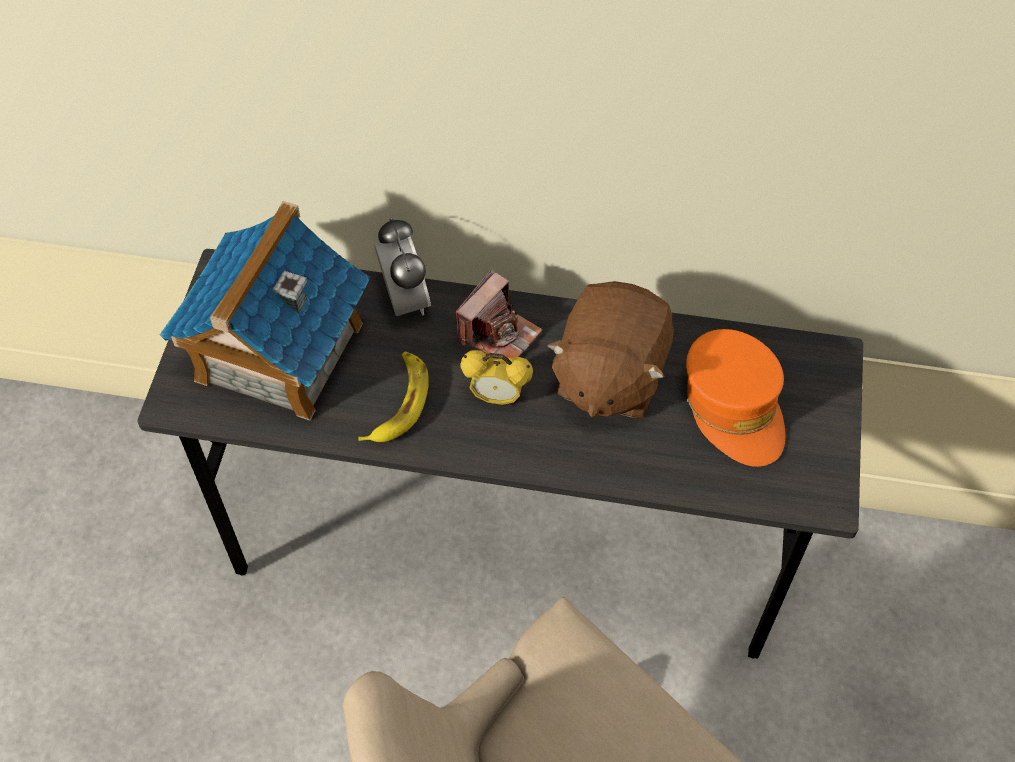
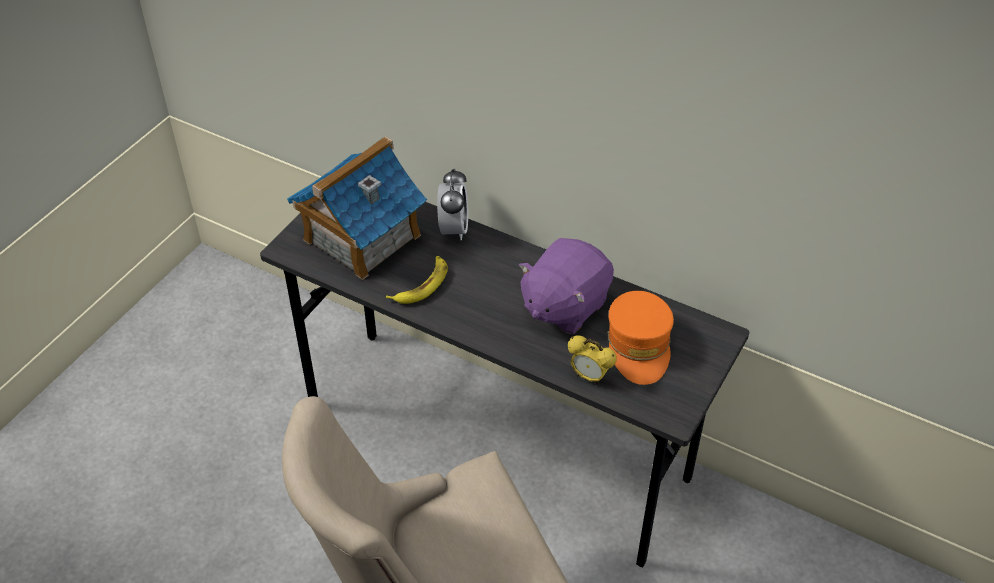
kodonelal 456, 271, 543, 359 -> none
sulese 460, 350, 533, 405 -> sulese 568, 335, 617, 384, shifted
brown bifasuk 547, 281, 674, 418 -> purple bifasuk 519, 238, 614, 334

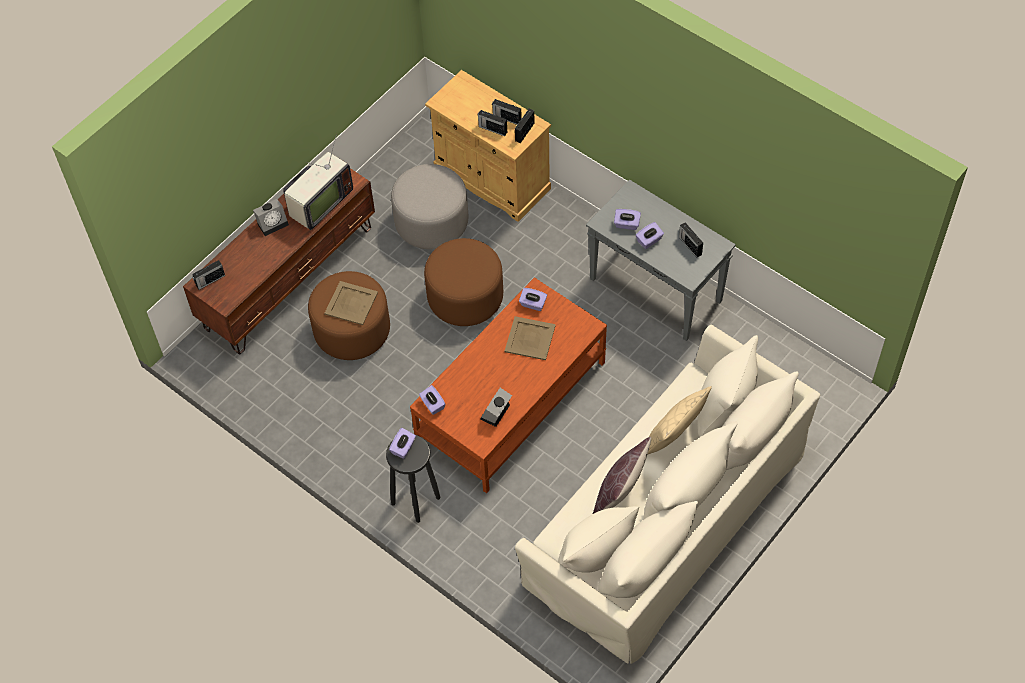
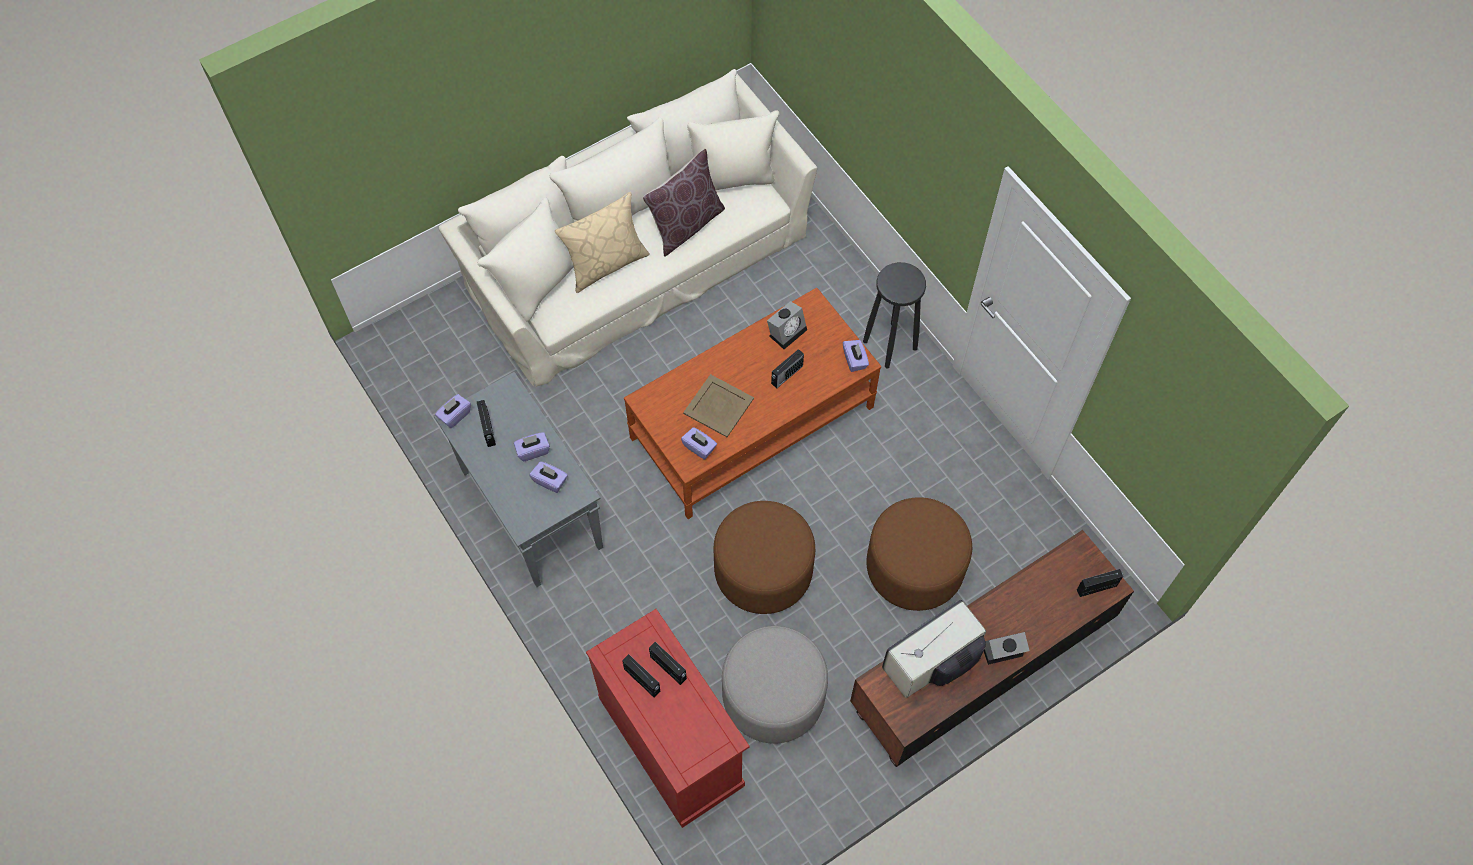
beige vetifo 324, 281, 378, 325 -> none
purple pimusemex 389, 428, 416, 459 -> purple pimusemex 435, 394, 471, 428, shifted
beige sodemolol 425, 70, 551, 222 -> red sodemolol 586, 609, 750, 828
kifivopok 515, 109, 535, 143 -> kifivopok 771, 349, 804, 389, shifted

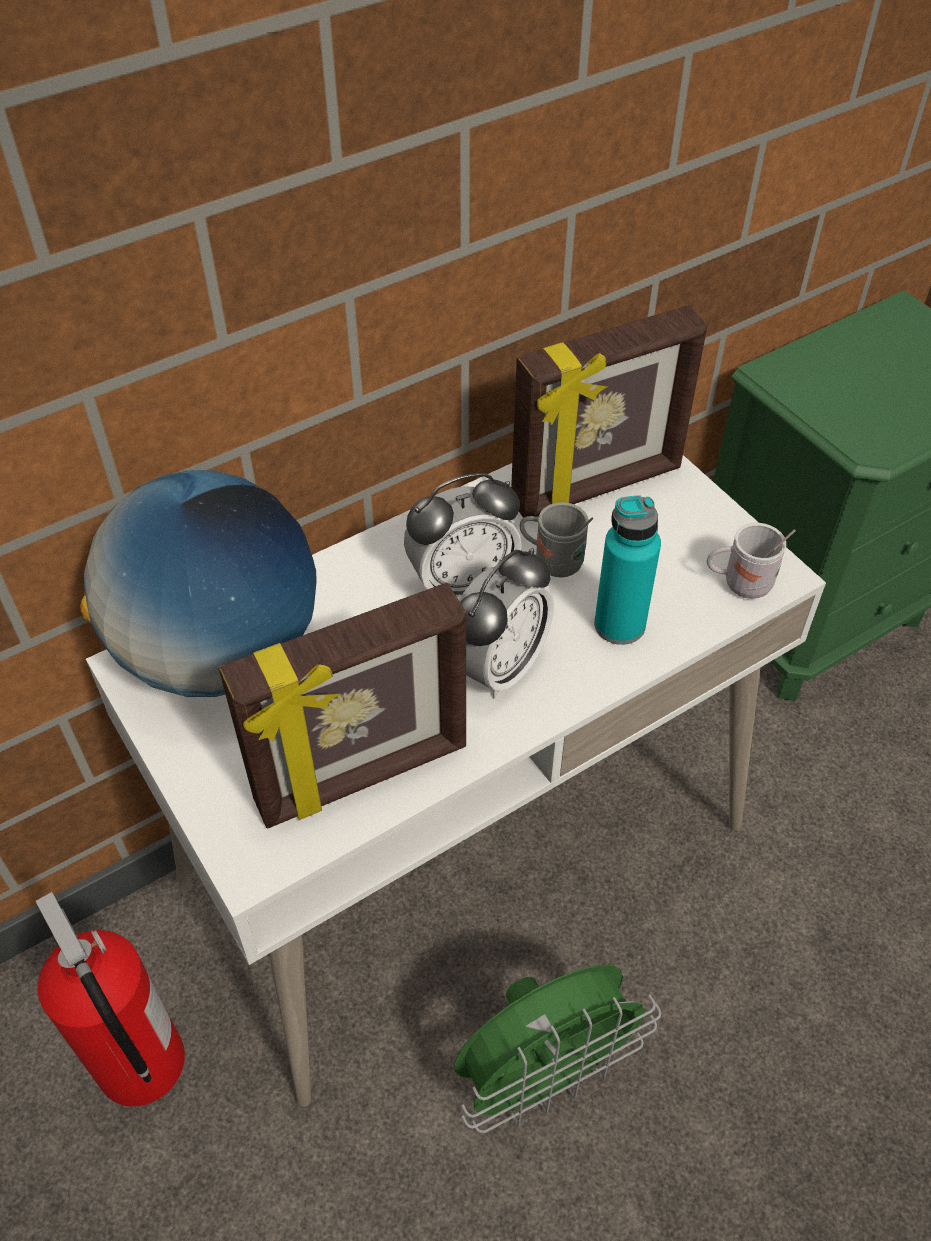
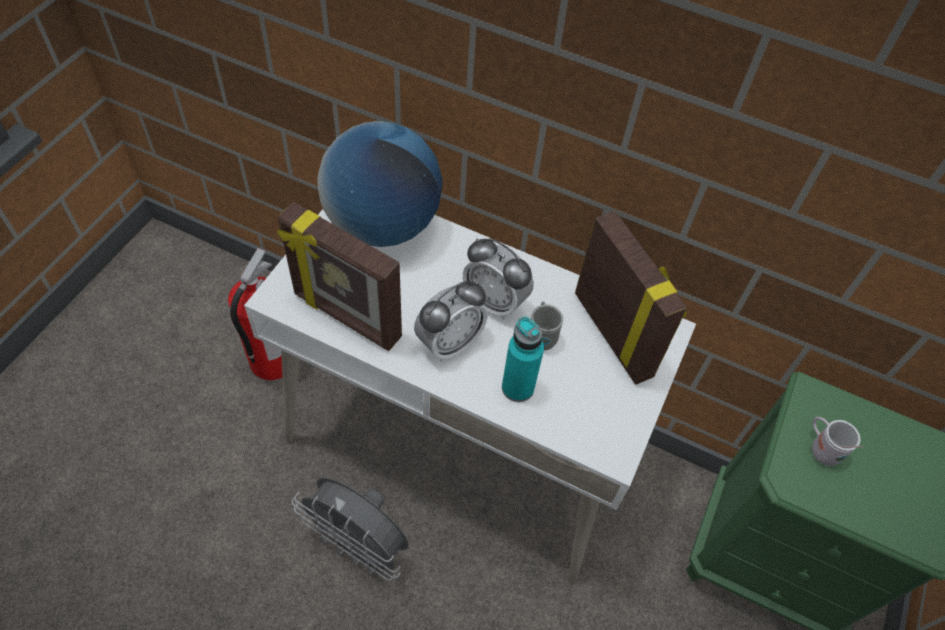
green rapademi 454, 965, 661, 1133 -> grey rapademi 291, 477, 408, 581
sulese 459, 548, 554, 699 -> sulese 414, 281, 488, 362, 45 degrees counterclockwise
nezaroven 511, 305, 708, 518 -> nezaroven 575, 211, 687, 385, 150 degrees counterclockwise
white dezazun 707, 523, 796, 599 -> white dezazun 812, 417, 863, 466, shifted

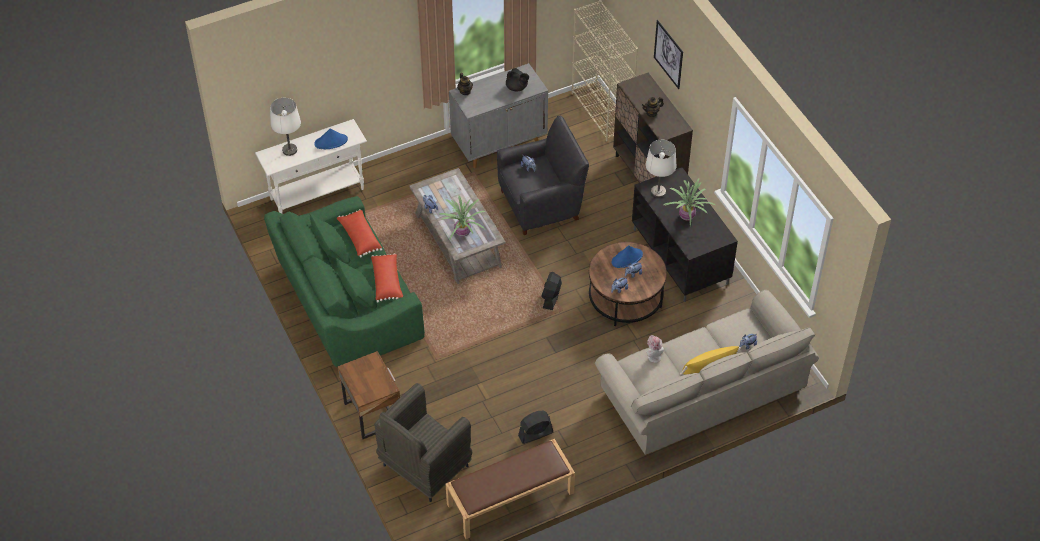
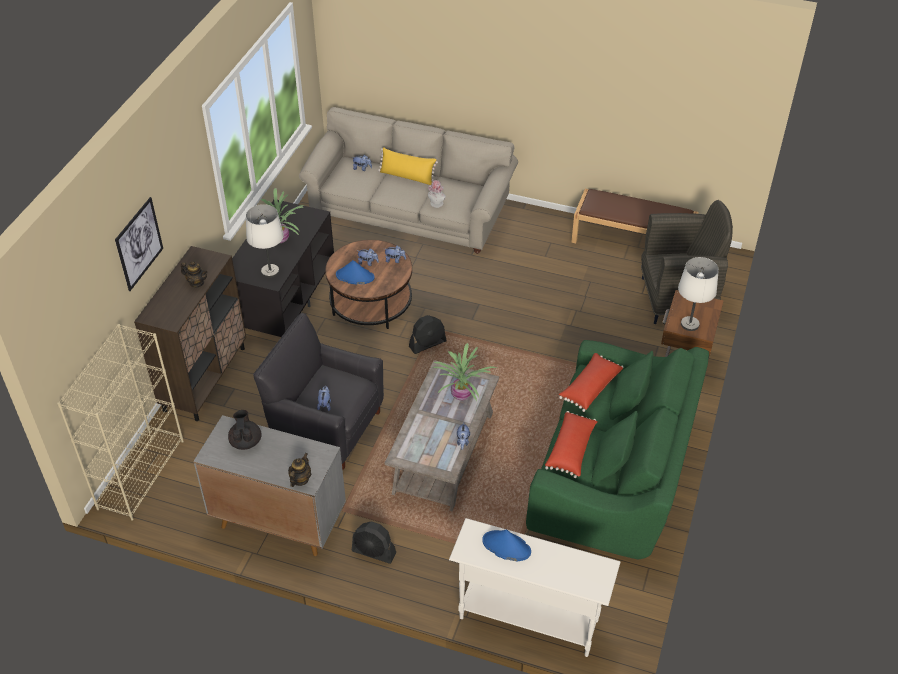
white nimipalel 270, 98, 301, 156 -> white nimipalel 678, 257, 719, 331, shifted
black rapademi 518, 410, 553, 444 -> black rapademi 351, 522, 396, 564, shifted

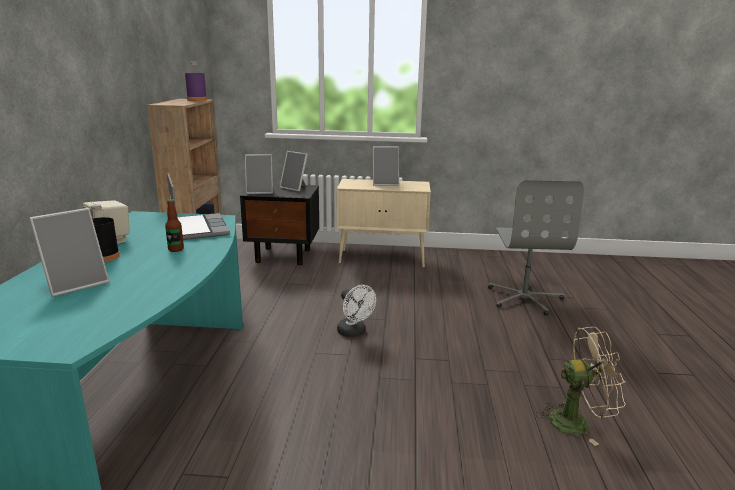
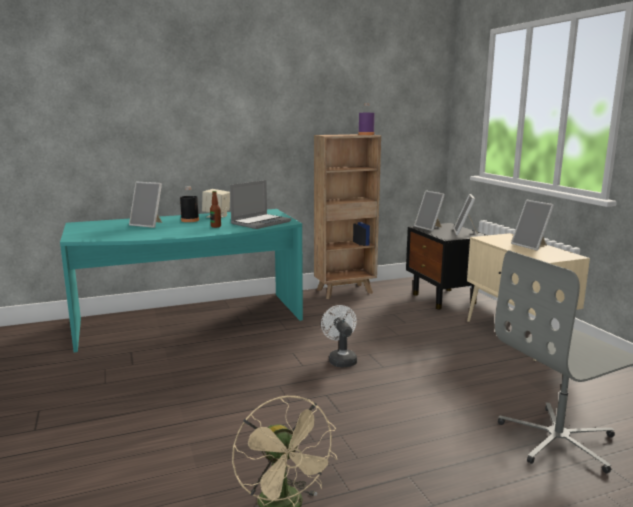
white rapademi 337, 285, 376, 337 -> white rapademi 321, 305, 357, 368, 135 degrees clockwise

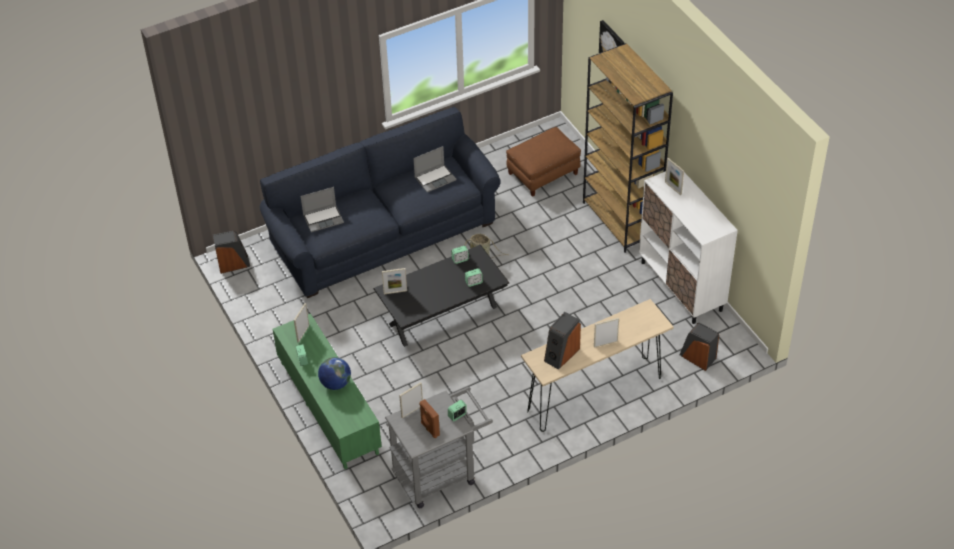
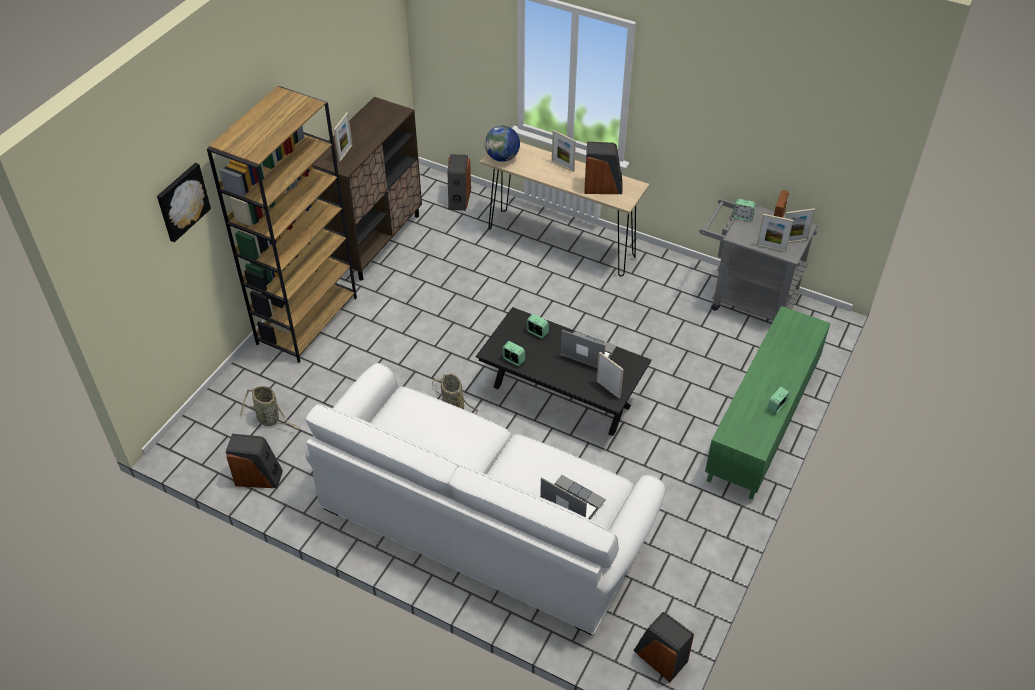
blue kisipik 260, 107, 501, 298 -> white kisipik 305, 363, 666, 635
nezaroven 294, 303, 309, 343 -> nezaroven 785, 208, 815, 243, shifted
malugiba 318, 357, 351, 390 -> malugiba 485, 126, 520, 162, shifted
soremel 413, 146, 457, 192 -> soremel 561, 330, 616, 368, shifted
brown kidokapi 506, 127, 581, 197 -> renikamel 240, 386, 300, 429
white sodemolol 639, 171, 738, 324 -> brown sodemolol 312, 97, 422, 281
none -> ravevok 226, 434, 283, 488

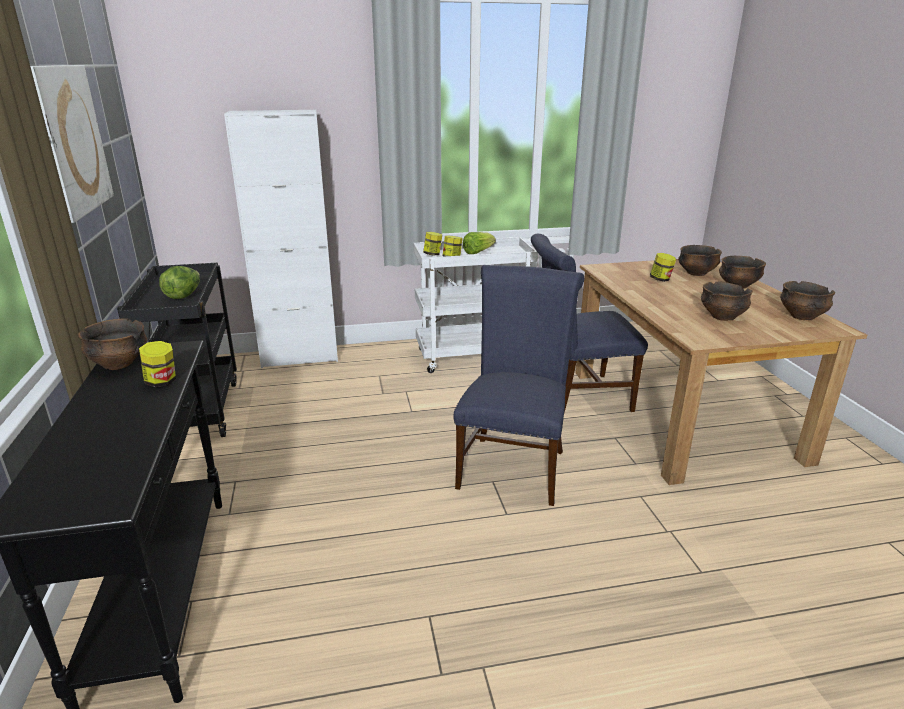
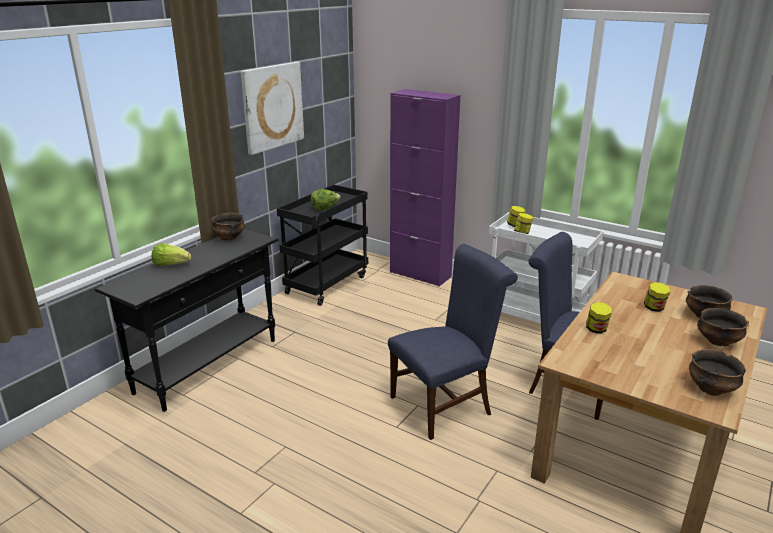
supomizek 139, 341, 176, 387 -> supomizek 586, 302, 612, 334, shifted
white sodemolol 224, 110, 338, 368 -> purple sodemolol 390, 89, 460, 287
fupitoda 463, 232, 496, 254 -> fupitoda 151, 243, 191, 266, shifted
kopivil 701, 281, 753, 321 -> none

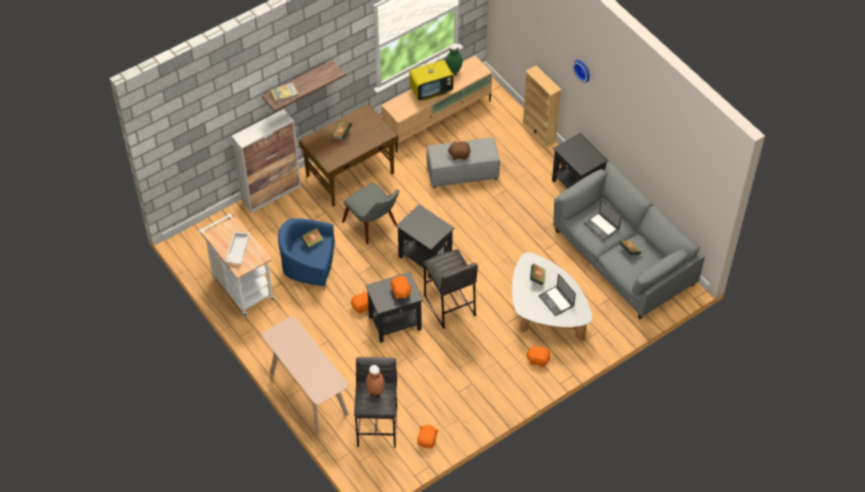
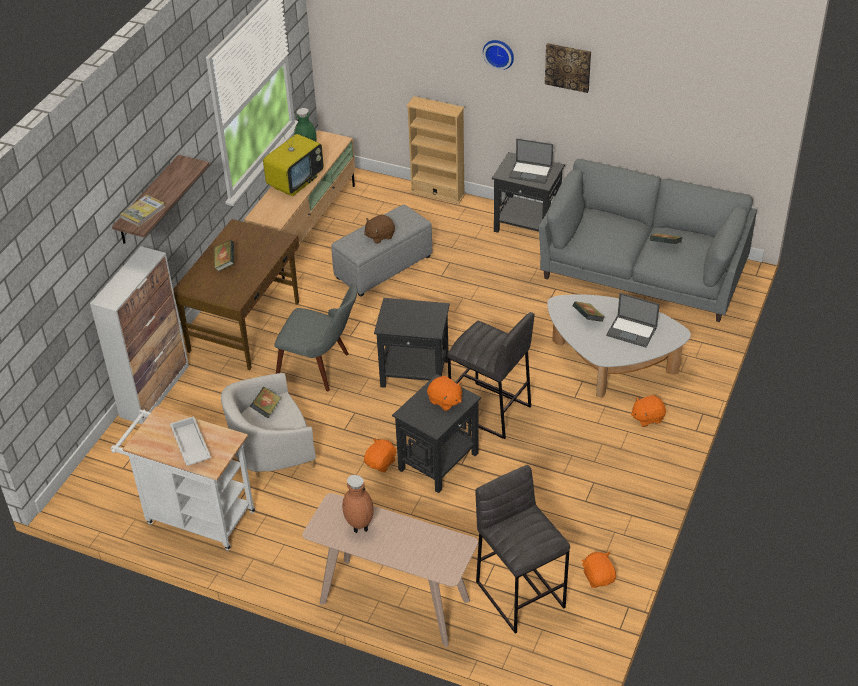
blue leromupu 278, 218, 335, 290 -> white leromupu 221, 373, 316, 477
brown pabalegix 366, 365, 385, 398 -> brown pabalegix 342, 475, 374, 533, shifted
soremel 584, 200, 621, 241 -> soremel 509, 139, 553, 184, shifted
none -> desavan 545, 43, 591, 93

